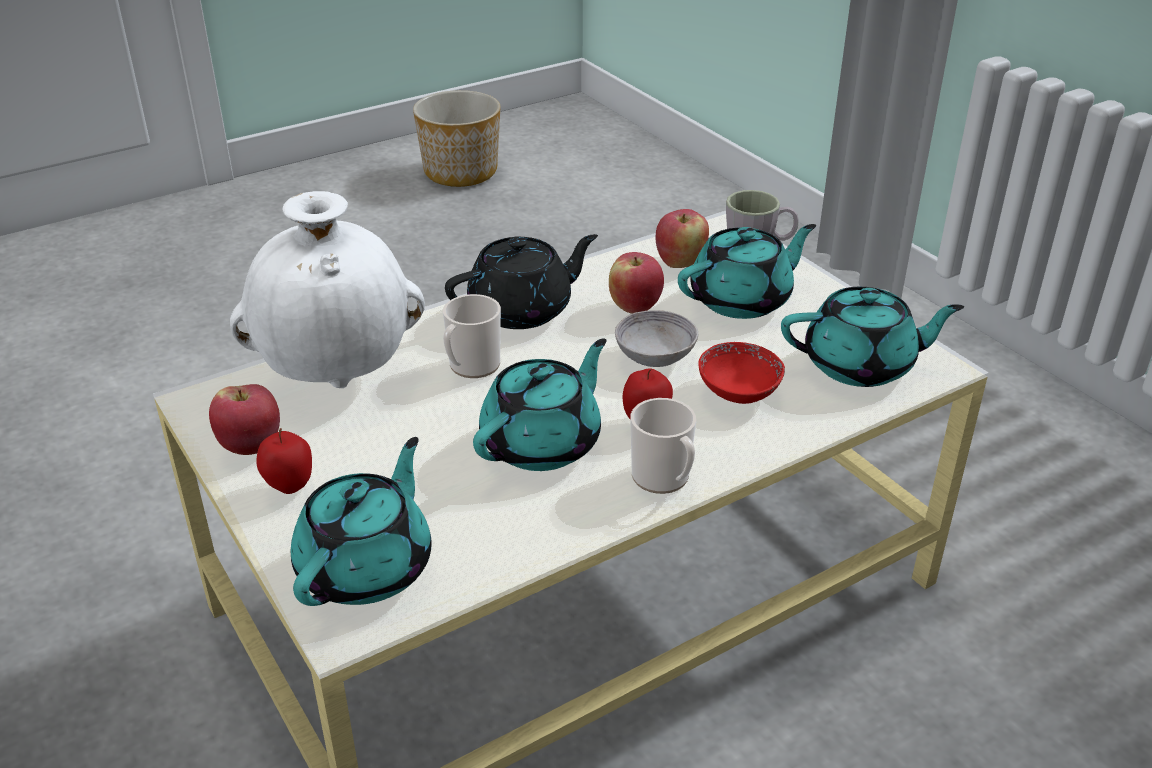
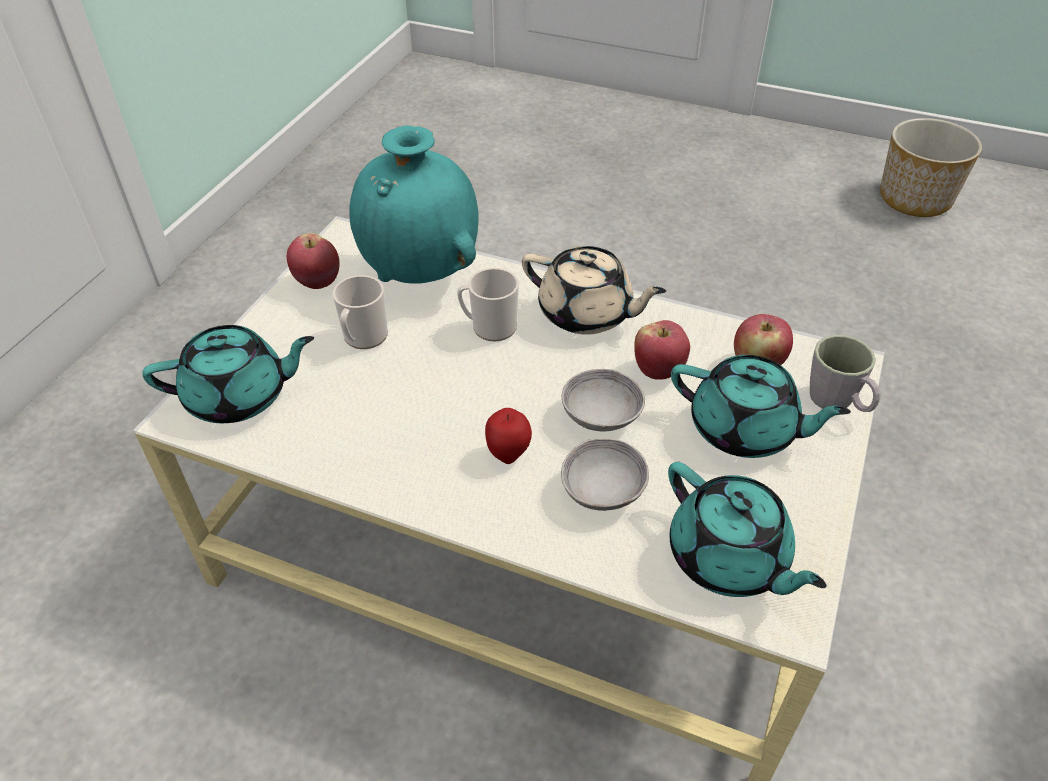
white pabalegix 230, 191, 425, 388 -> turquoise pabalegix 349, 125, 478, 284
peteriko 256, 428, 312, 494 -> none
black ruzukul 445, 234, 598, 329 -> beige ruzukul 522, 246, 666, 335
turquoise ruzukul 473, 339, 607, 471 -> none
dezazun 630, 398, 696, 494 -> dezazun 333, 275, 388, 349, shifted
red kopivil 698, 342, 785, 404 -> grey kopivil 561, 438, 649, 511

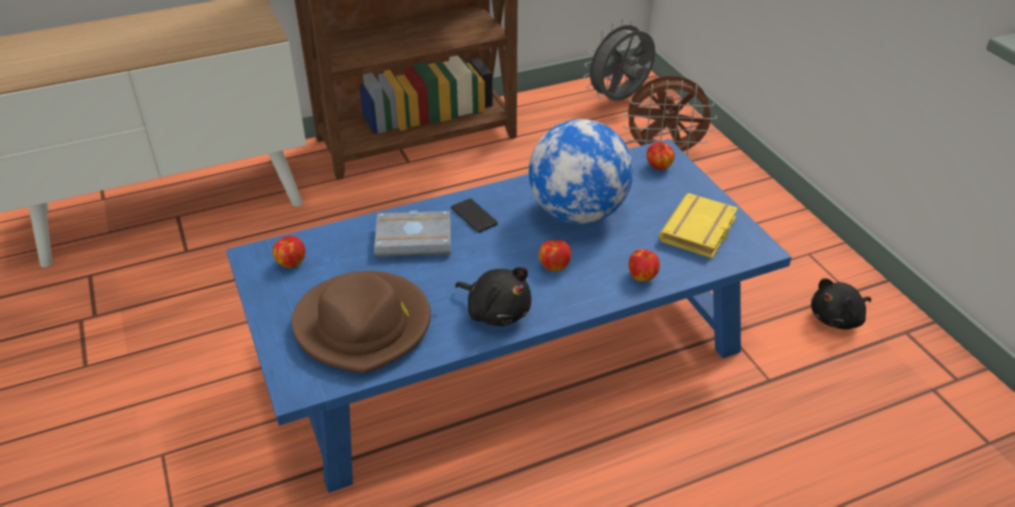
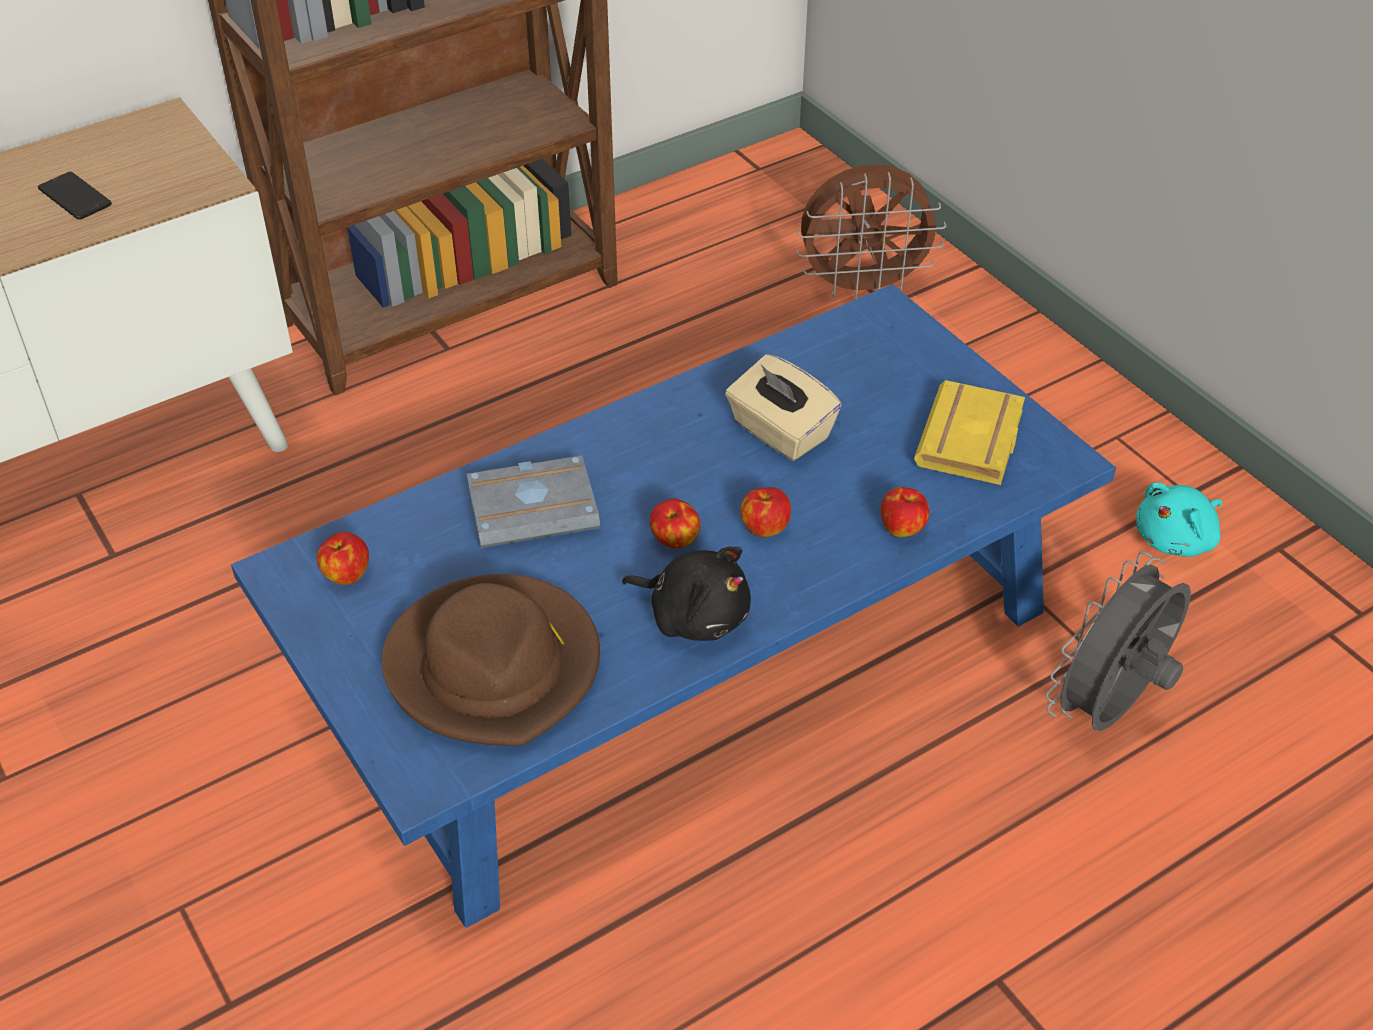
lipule 451, 198, 498, 233 -> lipule 38, 172, 112, 220, shifted
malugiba 529, 119, 633, 224 -> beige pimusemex 725, 354, 841, 461
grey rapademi 584, 19, 655, 101 -> grey rapademi 1045, 551, 1191, 731, shifted
peteriko 646, 142, 675, 170 -> peteriko 650, 498, 700, 549, shifted
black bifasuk 811, 278, 871, 330 -> turquoise bifasuk 1136, 482, 1222, 557

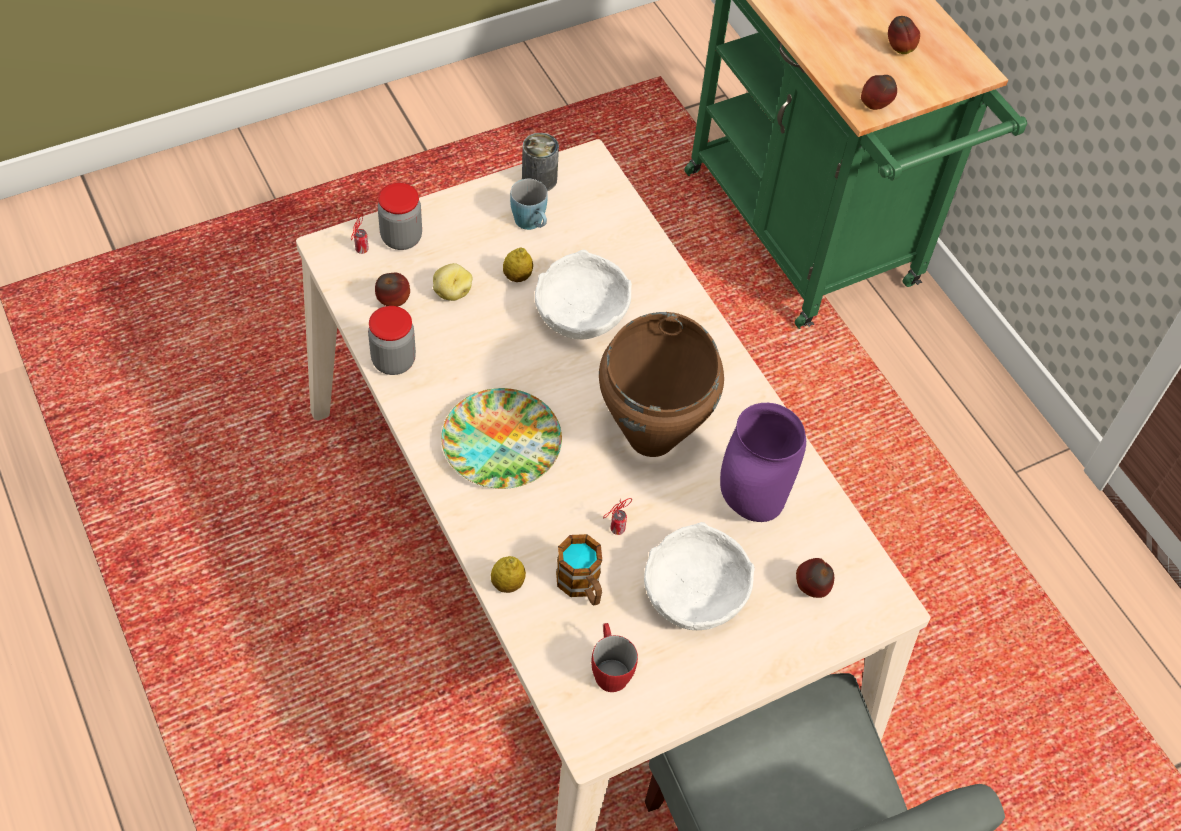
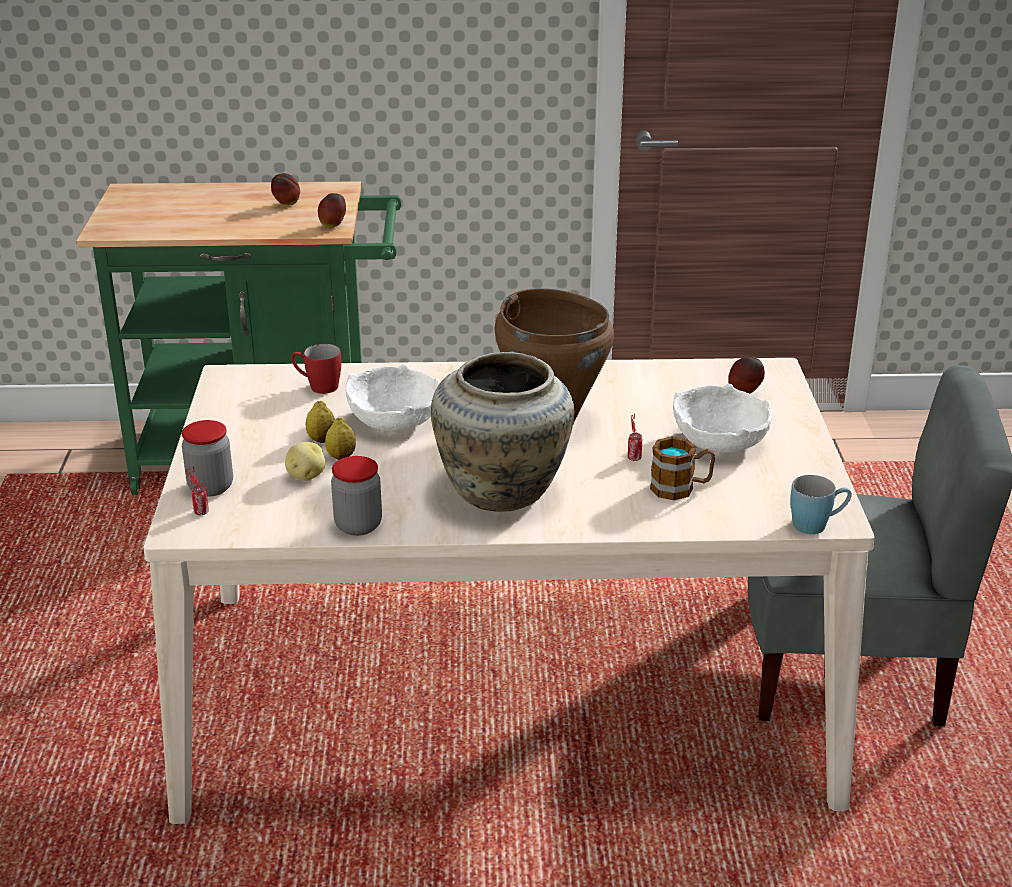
peteriko 375, 273, 410, 307 -> none
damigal 441, 388, 562, 489 -> beige pabalegix 431, 352, 574, 512
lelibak 491, 556, 526, 593 -> lelibak 325, 417, 356, 460, shifted
blue dezazun 510, 179, 548, 230 -> blue dezazun 790, 475, 852, 534, shifted
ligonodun 522, 133, 559, 191 -> none
red dezazun 591, 623, 638, 692 -> red dezazun 291, 344, 341, 394, shifted
purple pabalegix 720, 403, 806, 522 -> none

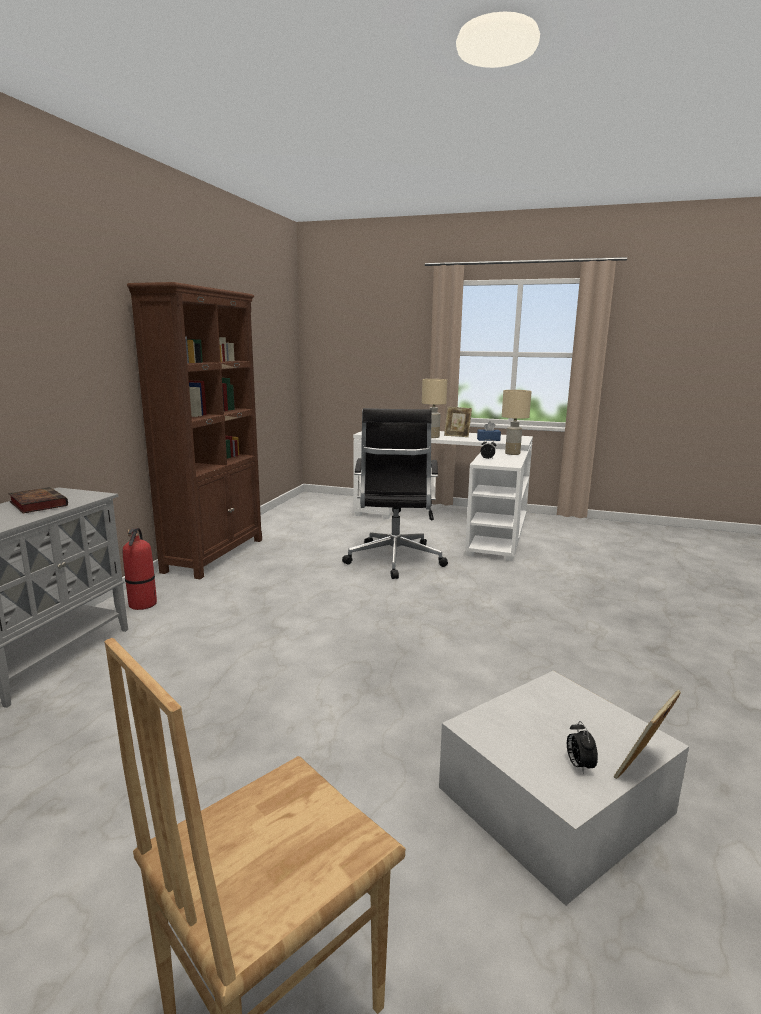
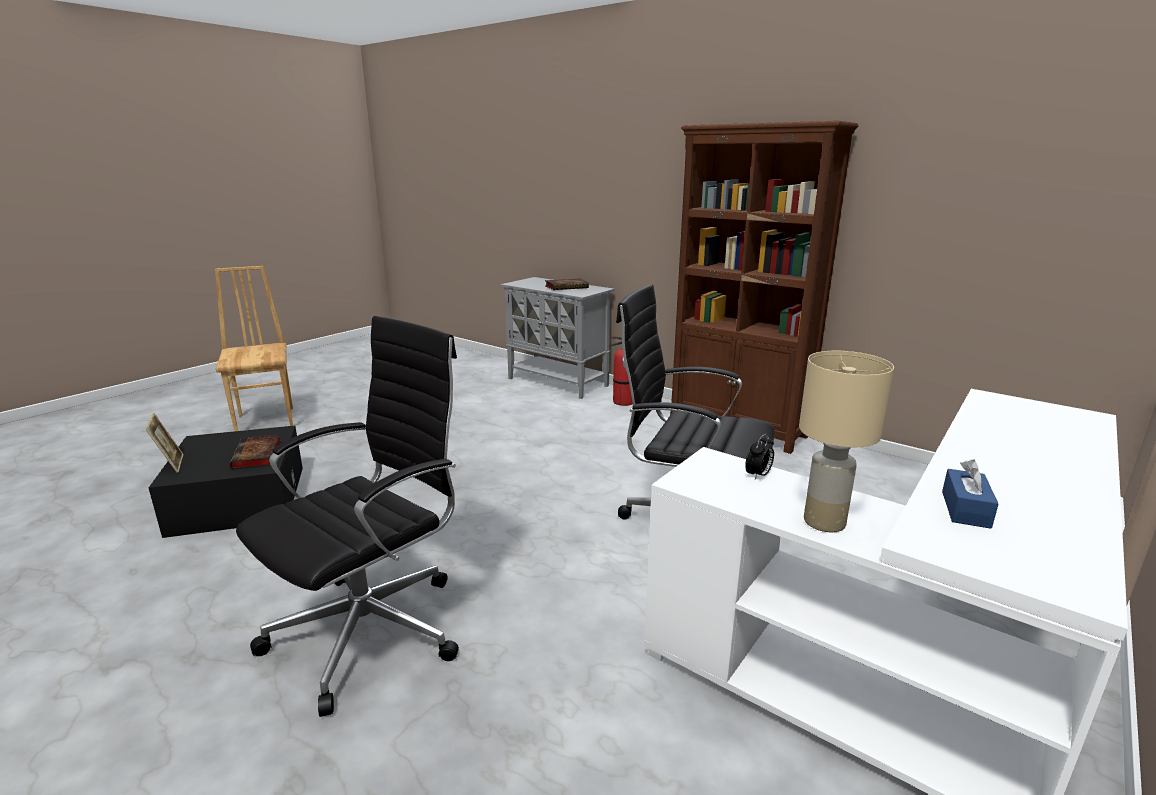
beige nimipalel 422, 379, 447, 438 -> none
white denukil 439, 671, 689, 906 -> black denukil 149, 426, 303, 538
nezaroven 444, 407, 472, 437 -> none
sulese 567, 721, 598, 775 -> none
none -> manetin 230, 434, 281, 470
none -> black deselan 236, 316, 459, 717

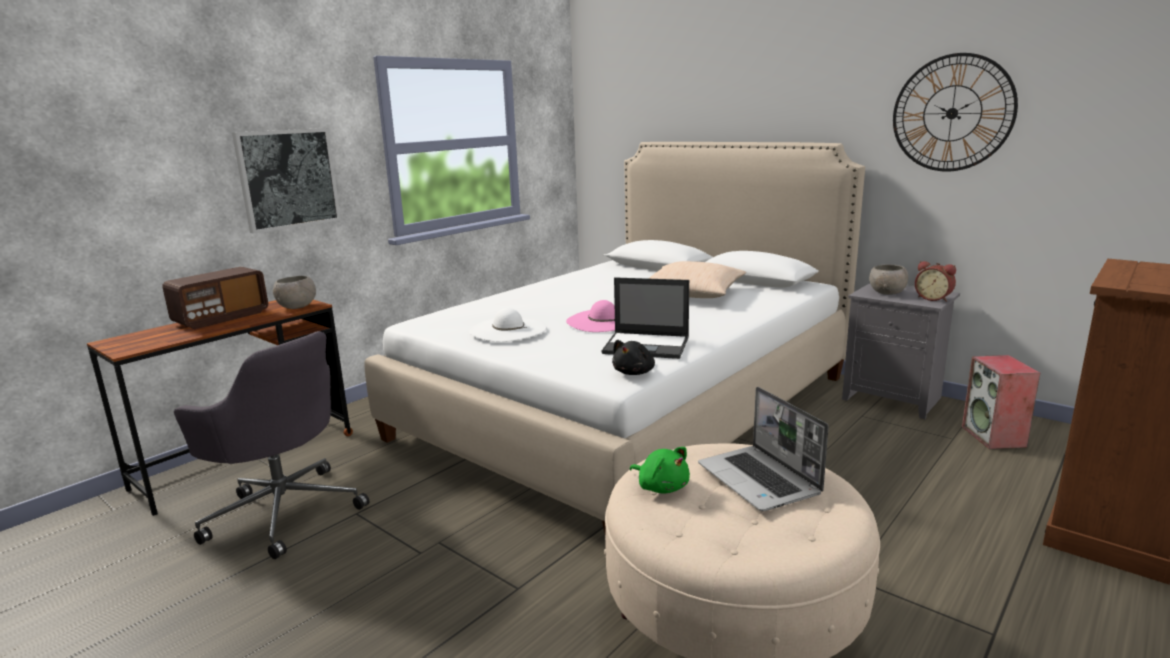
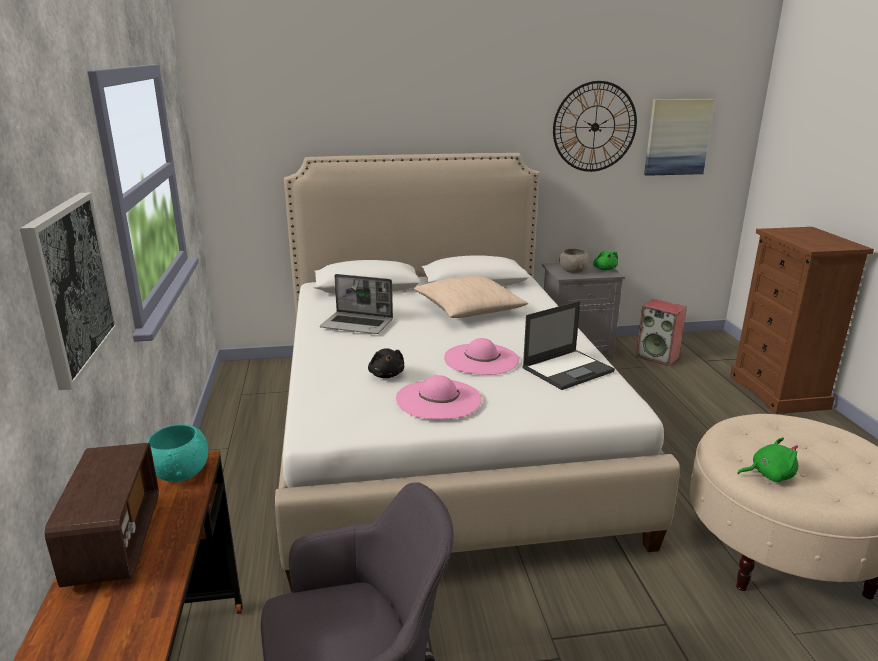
grey kopivil 273, 276, 316, 309 -> turquoise kopivil 147, 424, 208, 482
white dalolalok 469, 308, 547, 342 -> pink dalolalok 396, 375, 482, 419
black bifasuk 612, 340, 655, 375 -> black bifasuk 368, 348, 404, 378, shifted
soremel 698, 387, 828, 511 -> soremel 320, 274, 393, 334, shifted
sulese 915, 261, 956, 302 -> green bifasuk 593, 251, 618, 271
none -> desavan 644, 99, 715, 176

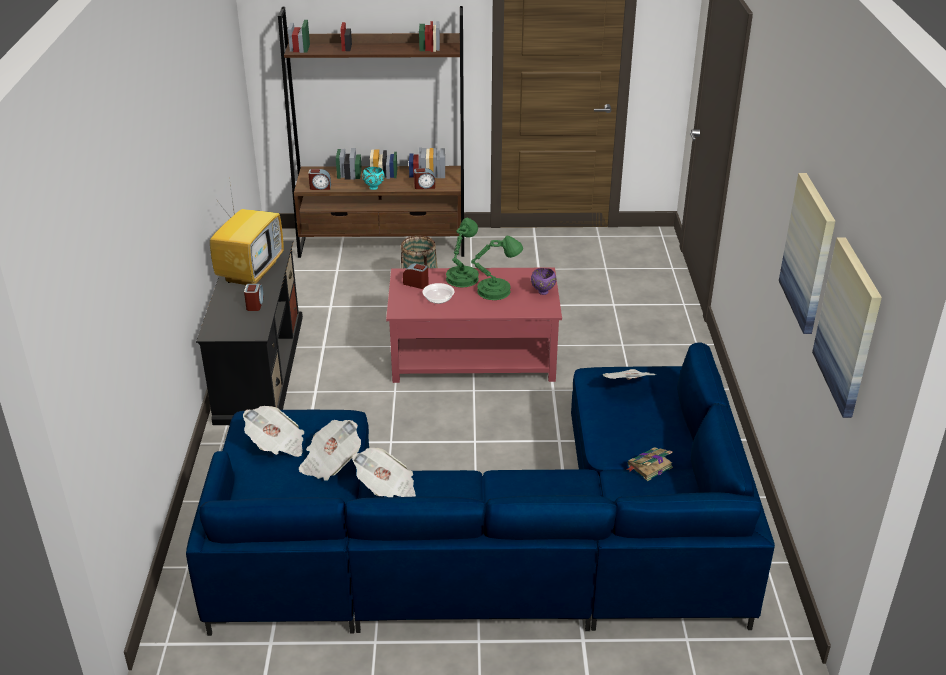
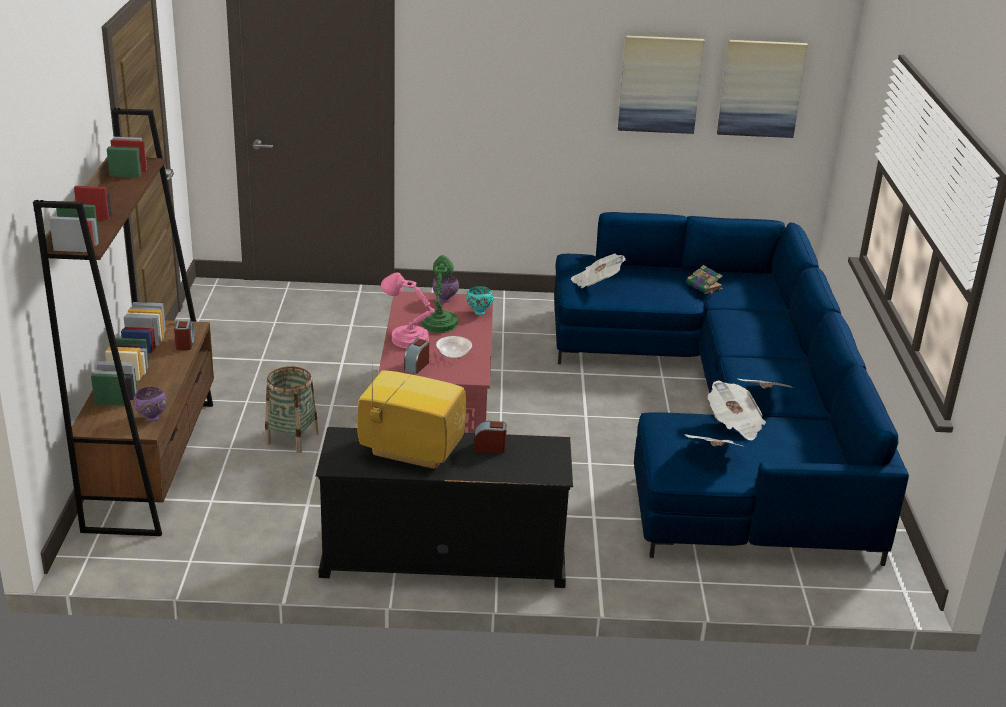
sulese 308, 169, 331, 190 -> purple kopivil 133, 387, 167, 422
turquoise kopivil 362, 167, 385, 190 -> turquoise kopivil 466, 286, 493, 315, shifted
green nimipalel 446, 218, 479, 288 -> pink nimipalel 381, 272, 435, 348

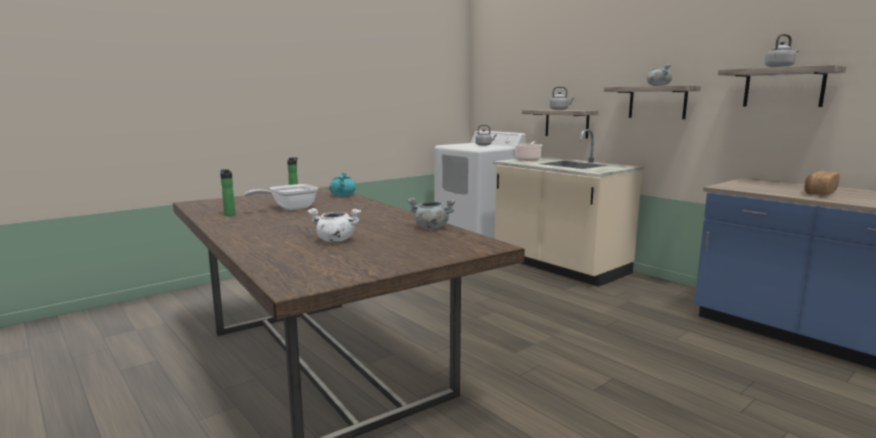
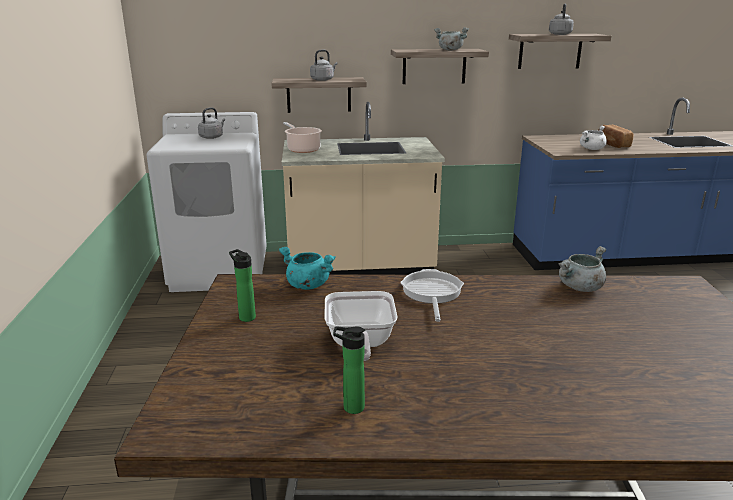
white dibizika 308, 208, 361, 242 -> white dibizika 580, 125, 607, 150, shifted
none -> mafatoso 400, 269, 464, 322

